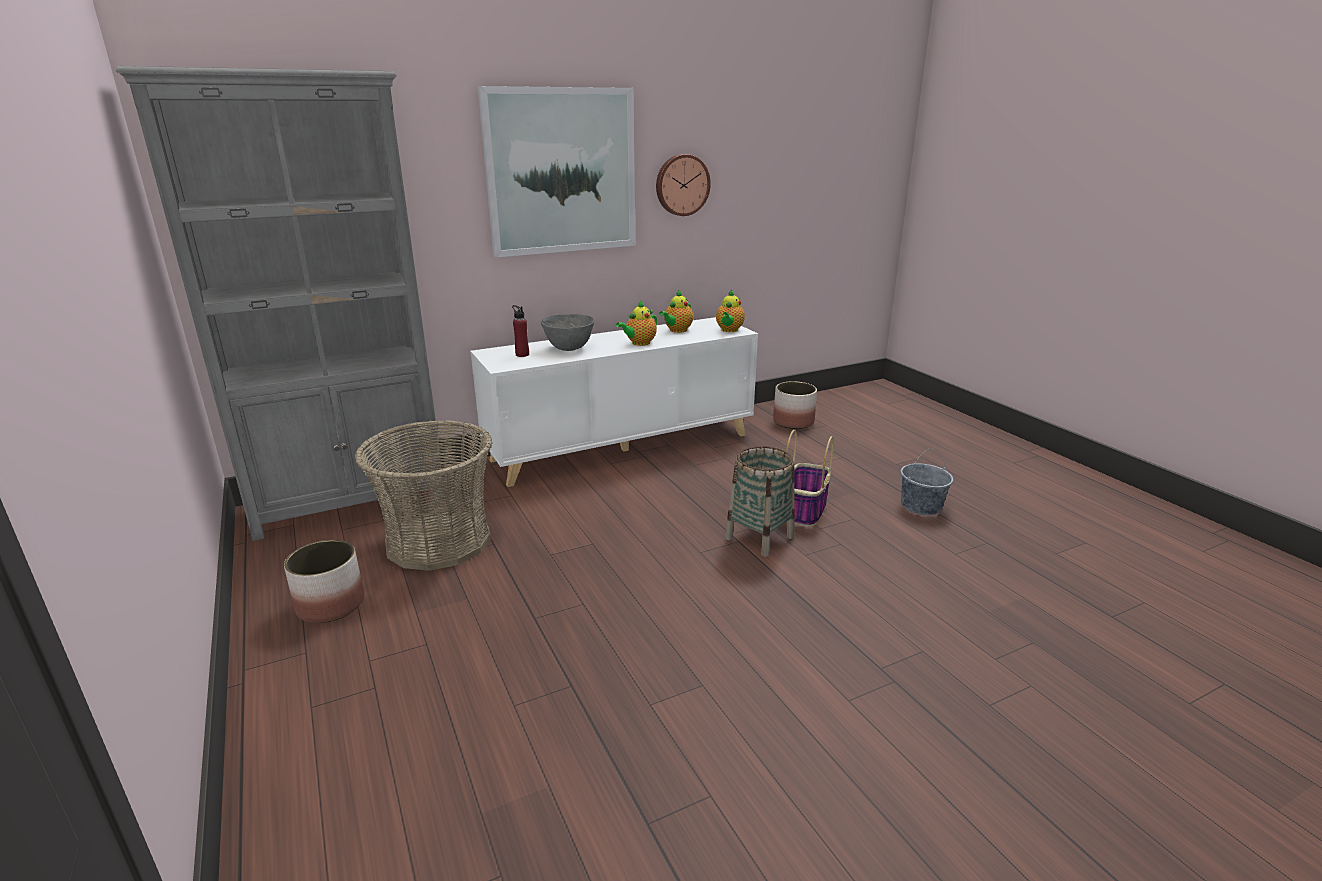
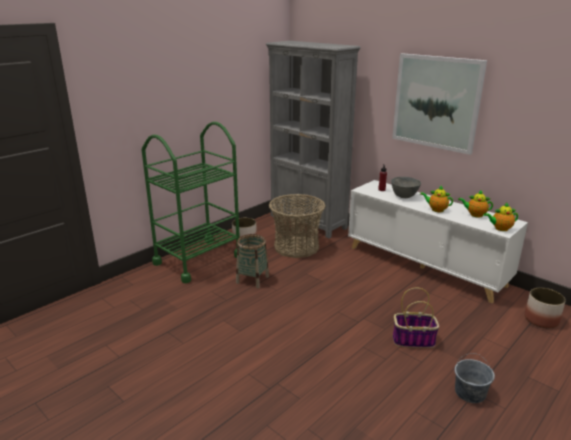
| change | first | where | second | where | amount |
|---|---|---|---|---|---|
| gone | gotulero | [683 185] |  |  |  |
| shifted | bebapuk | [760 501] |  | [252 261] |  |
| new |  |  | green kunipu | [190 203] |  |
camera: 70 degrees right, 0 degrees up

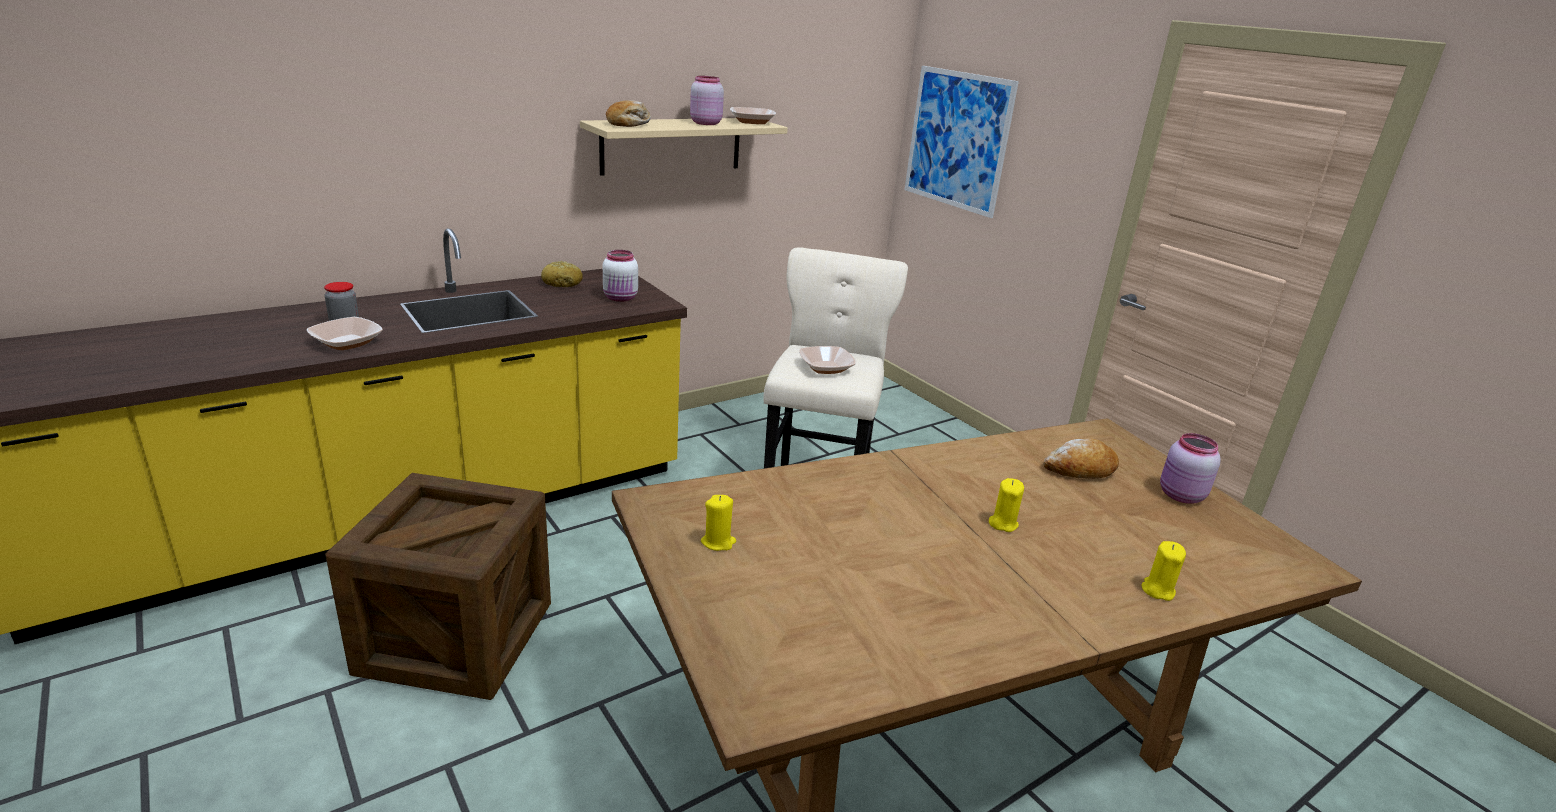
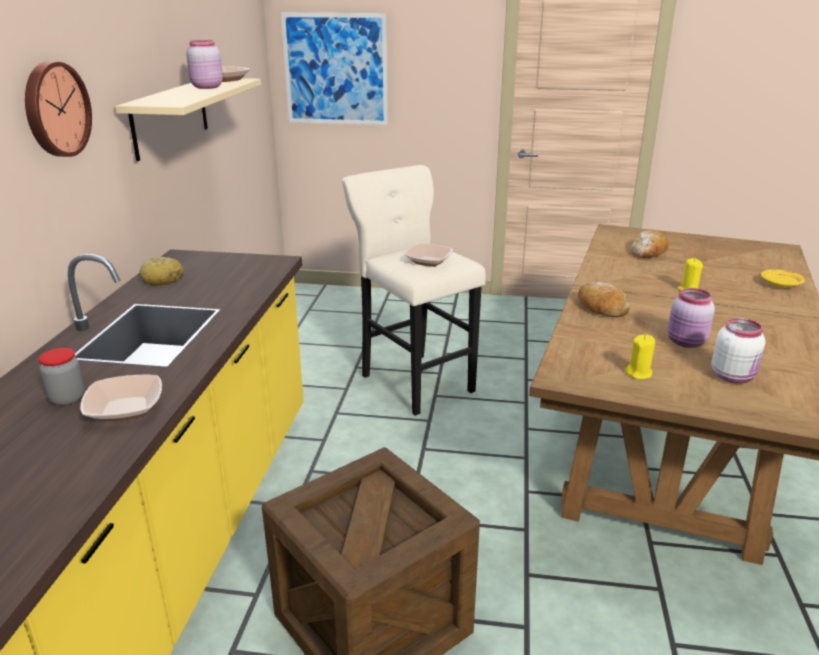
| change | first | where | second | where | amount |
|---|---|---|---|---|---|
| shifted | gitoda | [628 113] |  | [604 299] |  |
| shifted | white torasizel | [620 276] |  | [738 351] |  |
| shifted | pink torasizel | [1190 468] |  | [691 318] |  |
| swapped | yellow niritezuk | [1164 571] | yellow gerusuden | [783 278] |  |
| new |  |  | gotulero | [58 109] |  |
camera: 45 degrees left, 0 degrees up

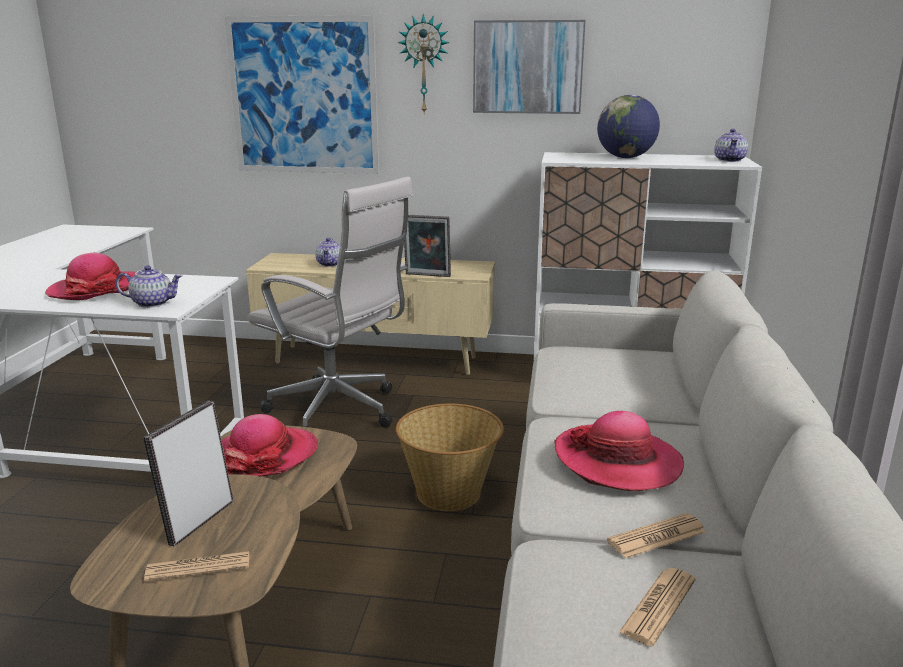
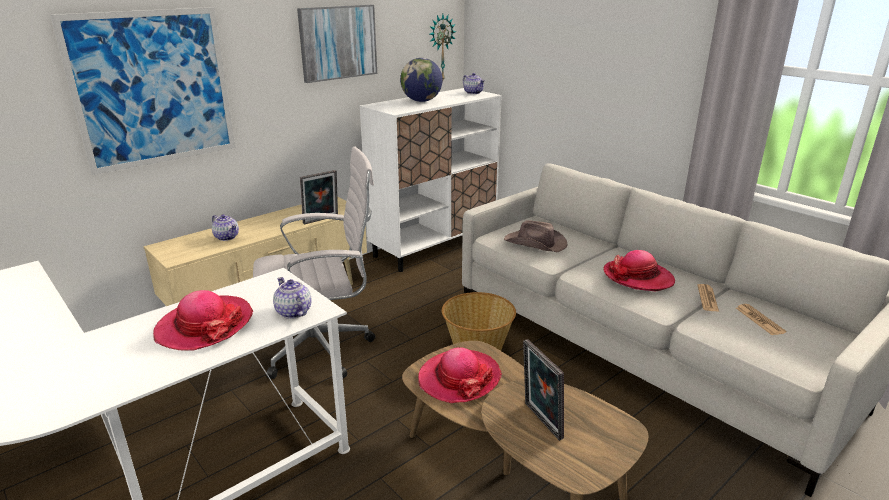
| change | first | where | second | where | amount |
|---|---|---|---|---|---|
| shifted | gotulero | [423 64] |  | [442 47] |  |
| rotated | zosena | [149 286] |  | [292 298] | 75 degrees counterclockwise |
| gone | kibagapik | [196 566] |  |  |  |
| new |  |  | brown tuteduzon | [536 236] |  |
camera: 50 degrees left, 5 degrees up

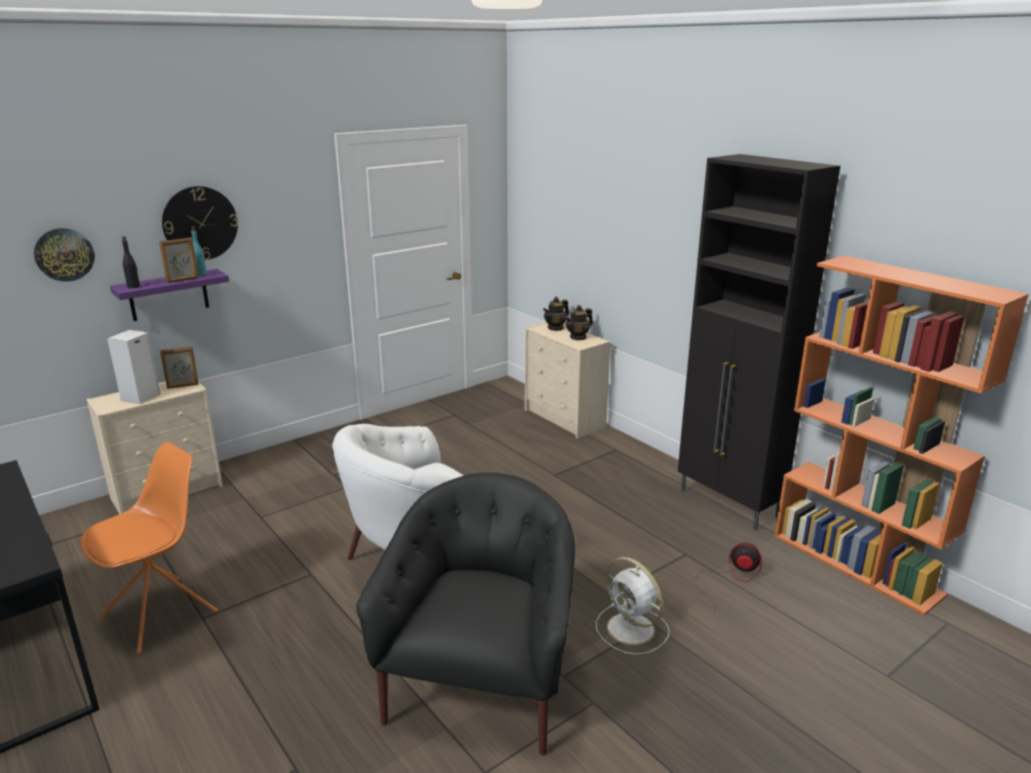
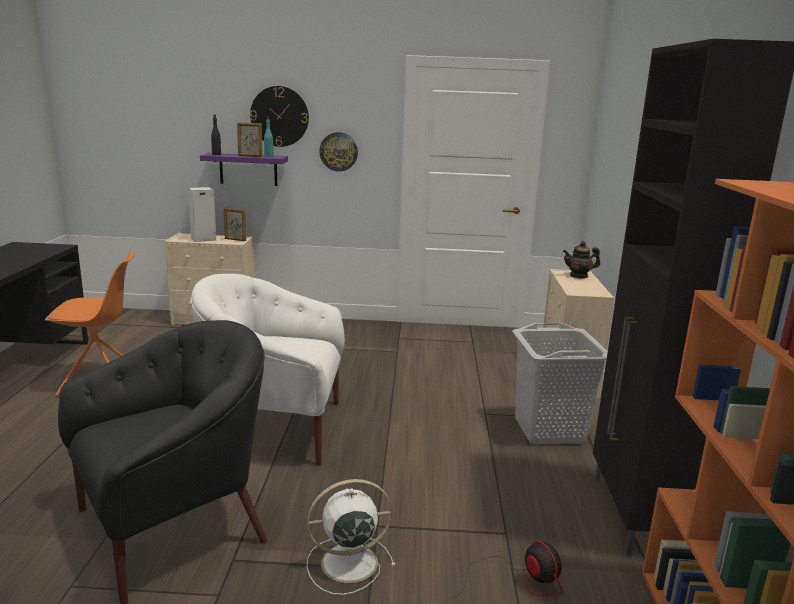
| change | first | where | second | where | amount |
|---|---|---|---|---|---|
| shifted | gotulero | [64 255] |  | [338 152] |  |
| gone | zosena | [579 322] |  |  |  |
| rotated | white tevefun | [633 606] |  | [351 537] | 75 degrees clockwise |
| new |  |  | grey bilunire | [560 383] |  |
camera: 40 degrees right, 5 degrees down

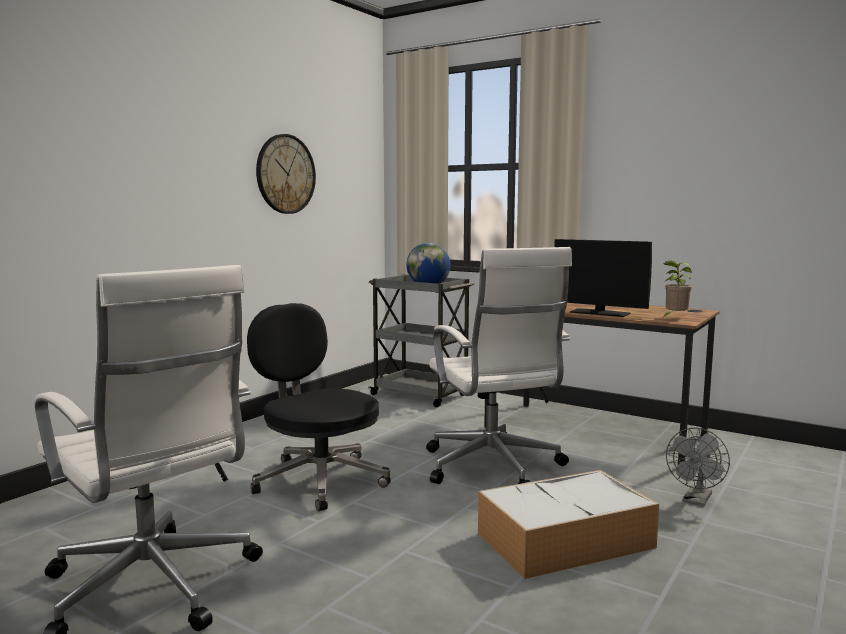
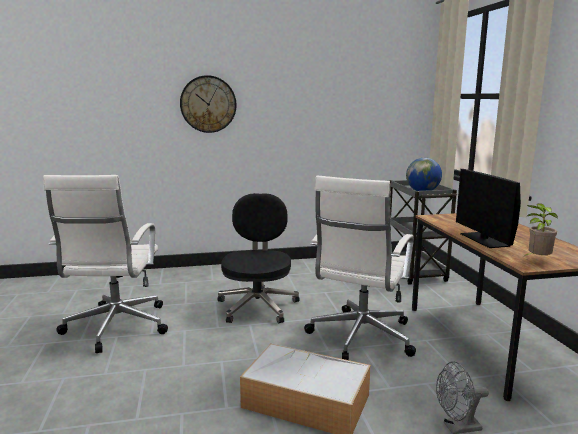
| change | first | where | second | where | amount |
|---|---|---|---|---|---|
| shifted | gotulero | [286 174] |  | [208 104] |  |
camera: 45 degrees right, 5 degrees up

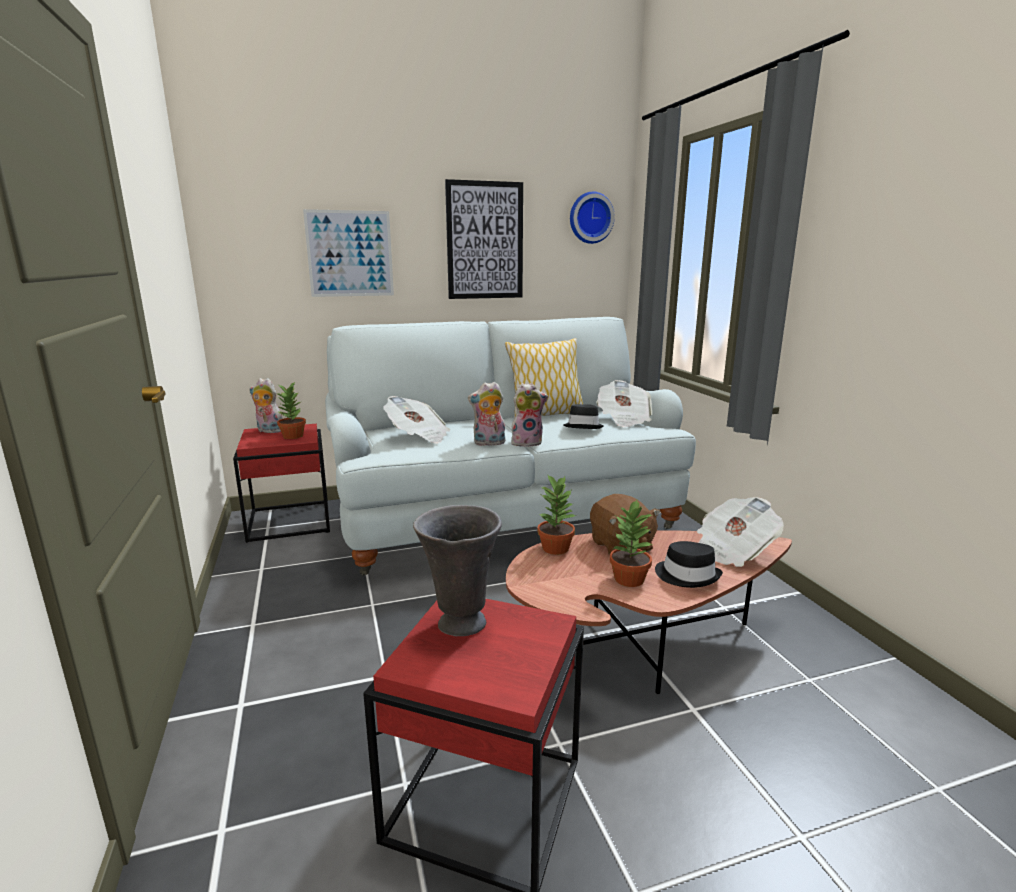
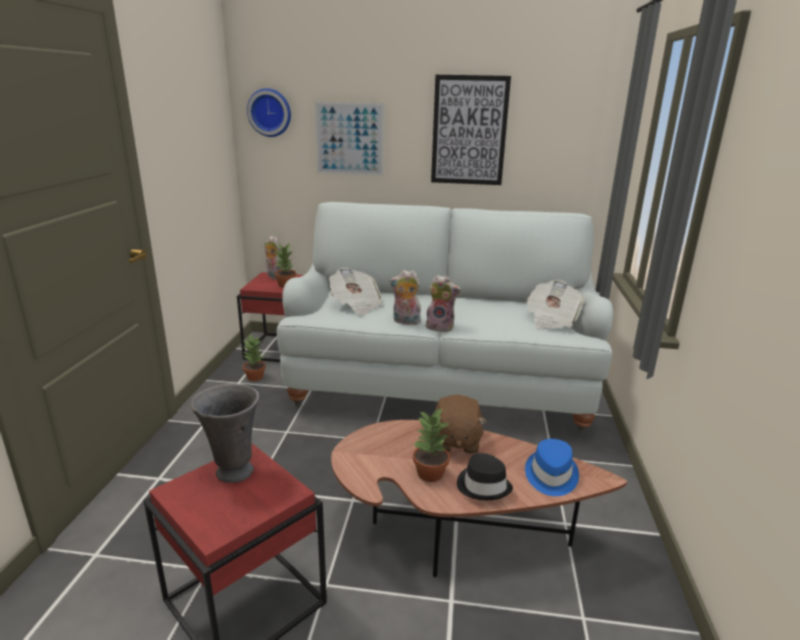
| change | first | where | second | where | amount |
|---|---|---|---|---|---|
| shifted | gotulero | [592 218] |  | [269 112] |  |
| gone | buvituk | [544 378] |  |  |  |
| gone | black tuteduzon | [583 416] |  |  |  |
| shifted | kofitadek | [557 515] |  | [254 357] |  |
| swapped | kibagapik | [740 532] | blue tuteduzon | [552 467] |  |
camera: 25 degrees right, 5 degrees up

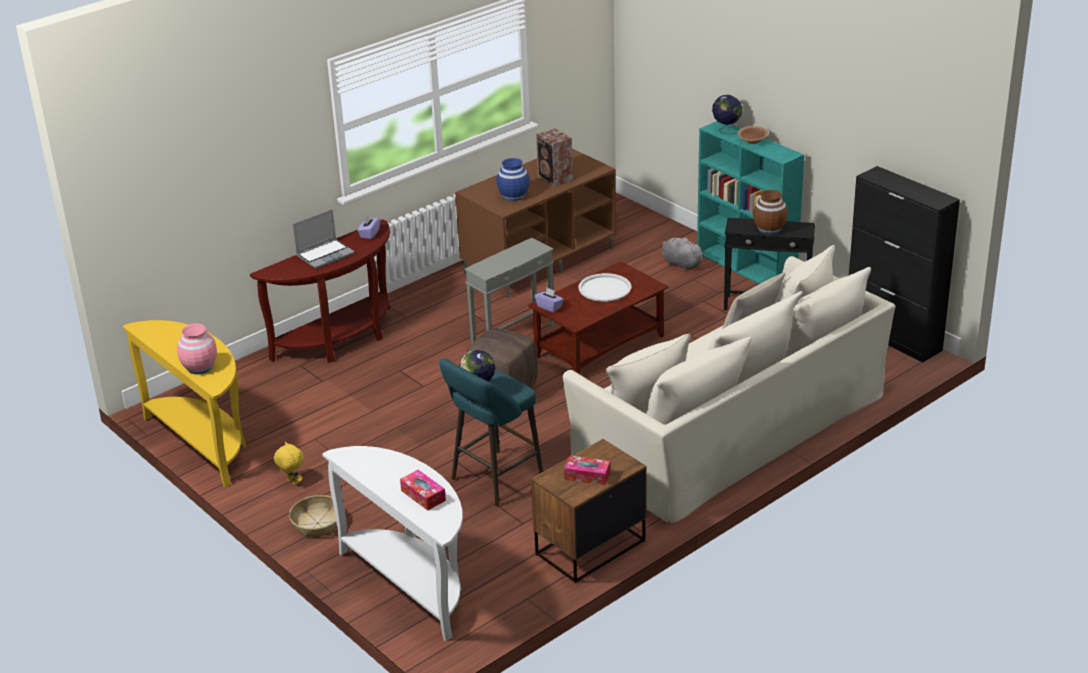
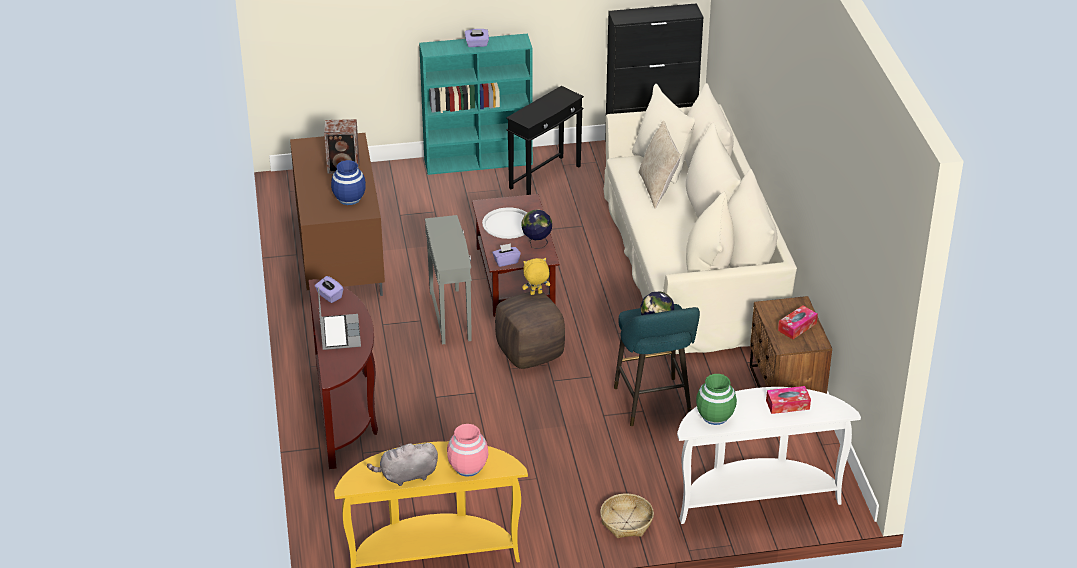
| change | first | where | second | where | amount |
|---|---|---|---|---|---|
| shifted | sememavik | [727 114] |  | [537 229] |  |
| swapped | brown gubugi | [752 135] | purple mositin | [477 38] |  |
| gone | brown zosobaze | [770 212] |  |  |  |
| shifted | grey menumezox | [683 254] |  | [402 464] |  |
| shifted | yellow menumezox | [289 463] |  | [536 276] |  |
| new |  |  | green zosobaze | [716 399] |  |
camera: 60 degrees left, 5 degrees up

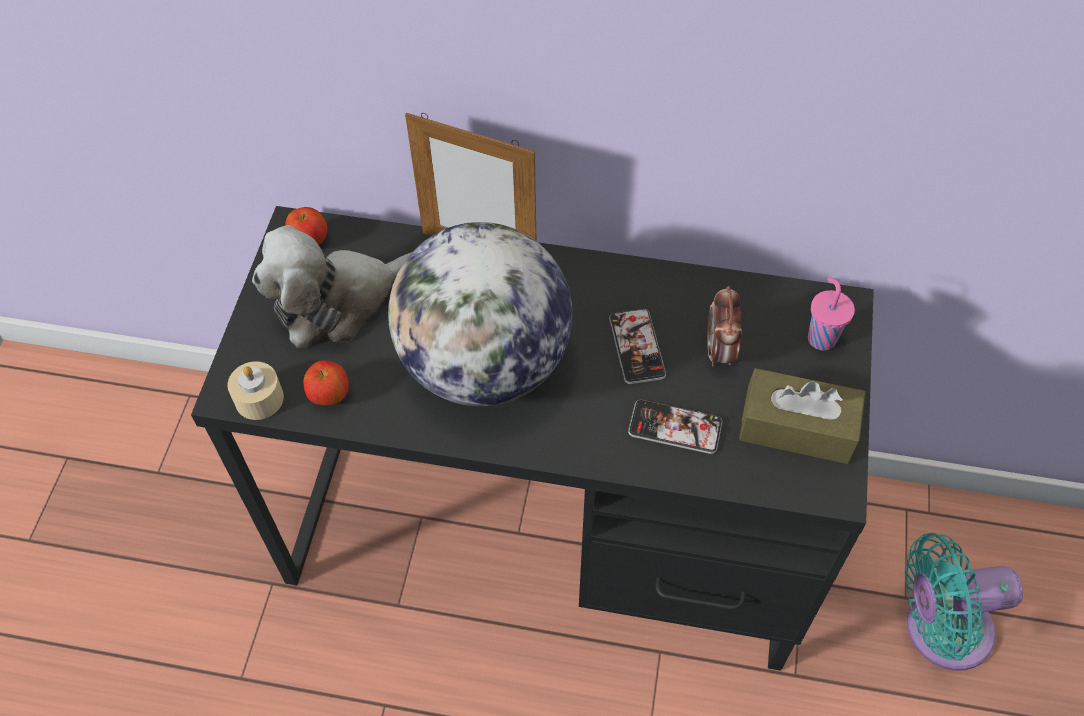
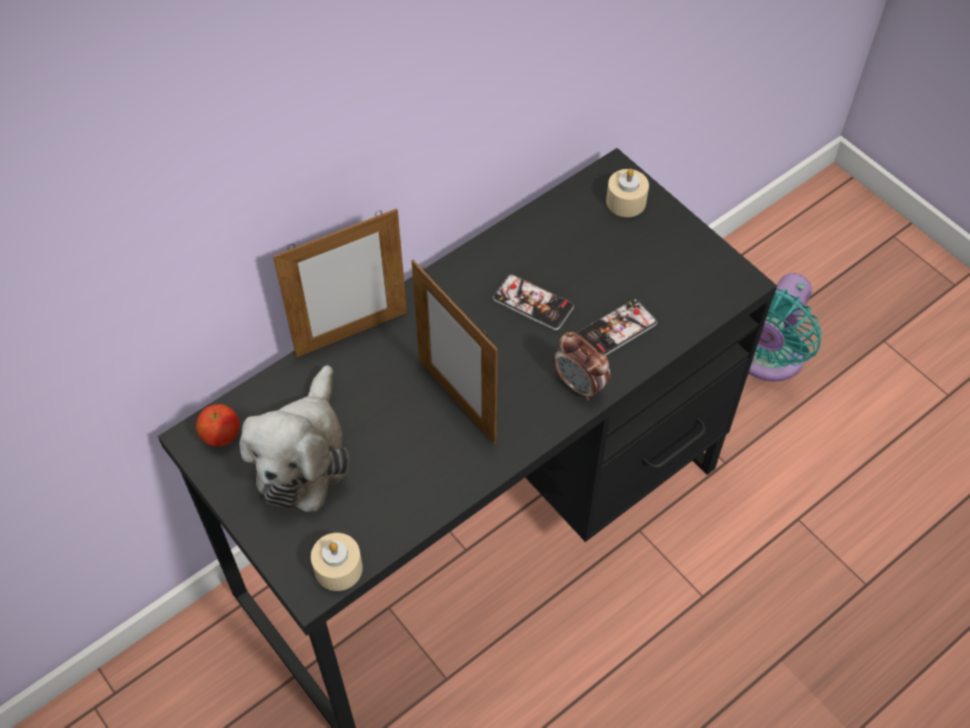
| change | first | where | second | where | amount |
|---|---|---|---|---|---|
| swapped | sememavik | [480 314] | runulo | [455 352] |  |
| swapped | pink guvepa | [831 314] | beige niritezuk | [627 193] |  |
| shifted | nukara | [724 326] |  | [582 366] |  |
| gone | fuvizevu | [326 382] |  |  |  |
| gone | brown mositin | [802 416] |  |  |  |
camera: 50 degrees left, 0 degrees up

